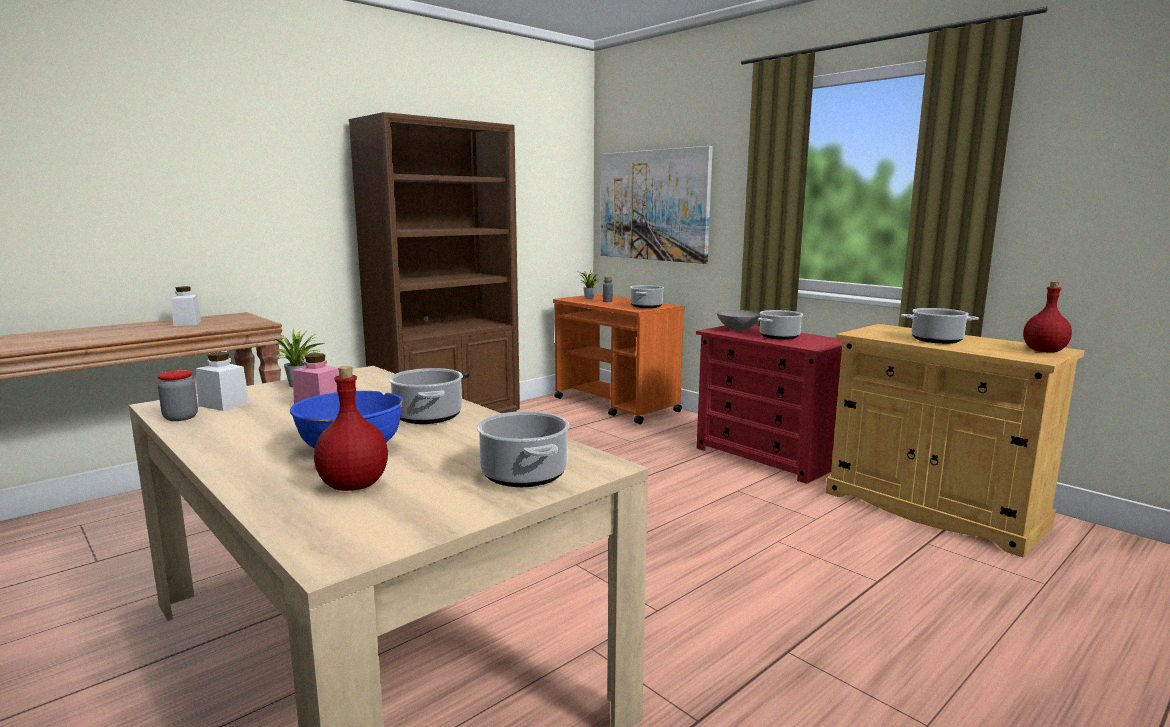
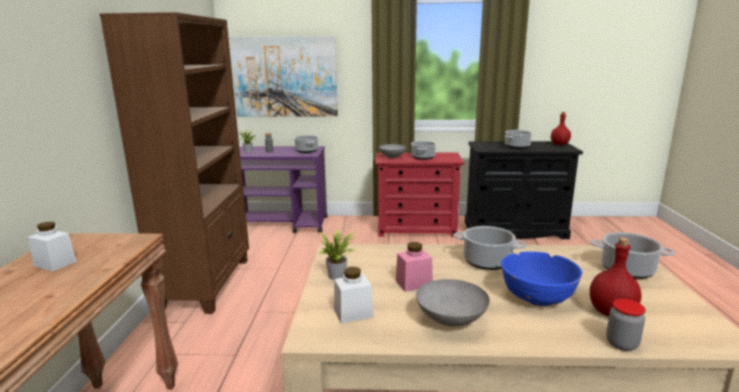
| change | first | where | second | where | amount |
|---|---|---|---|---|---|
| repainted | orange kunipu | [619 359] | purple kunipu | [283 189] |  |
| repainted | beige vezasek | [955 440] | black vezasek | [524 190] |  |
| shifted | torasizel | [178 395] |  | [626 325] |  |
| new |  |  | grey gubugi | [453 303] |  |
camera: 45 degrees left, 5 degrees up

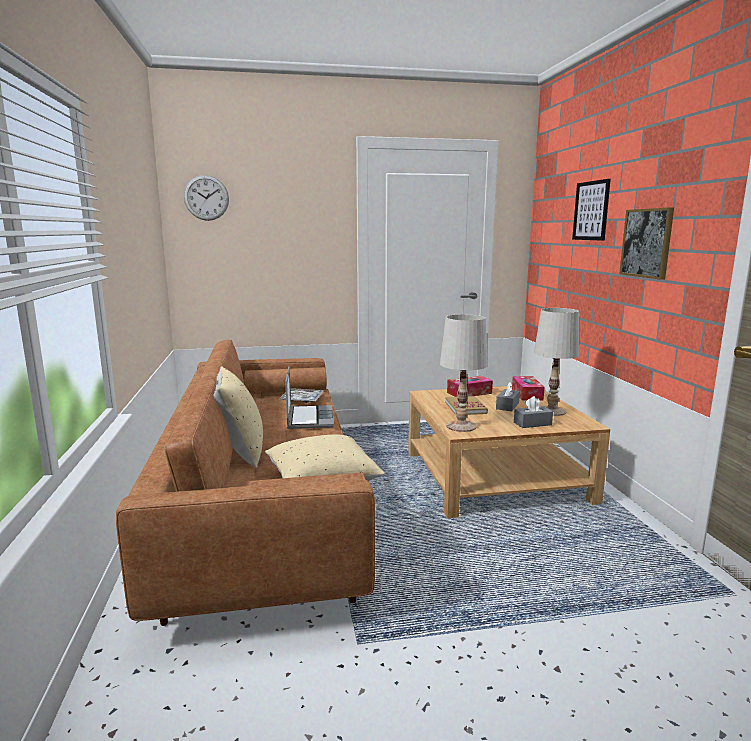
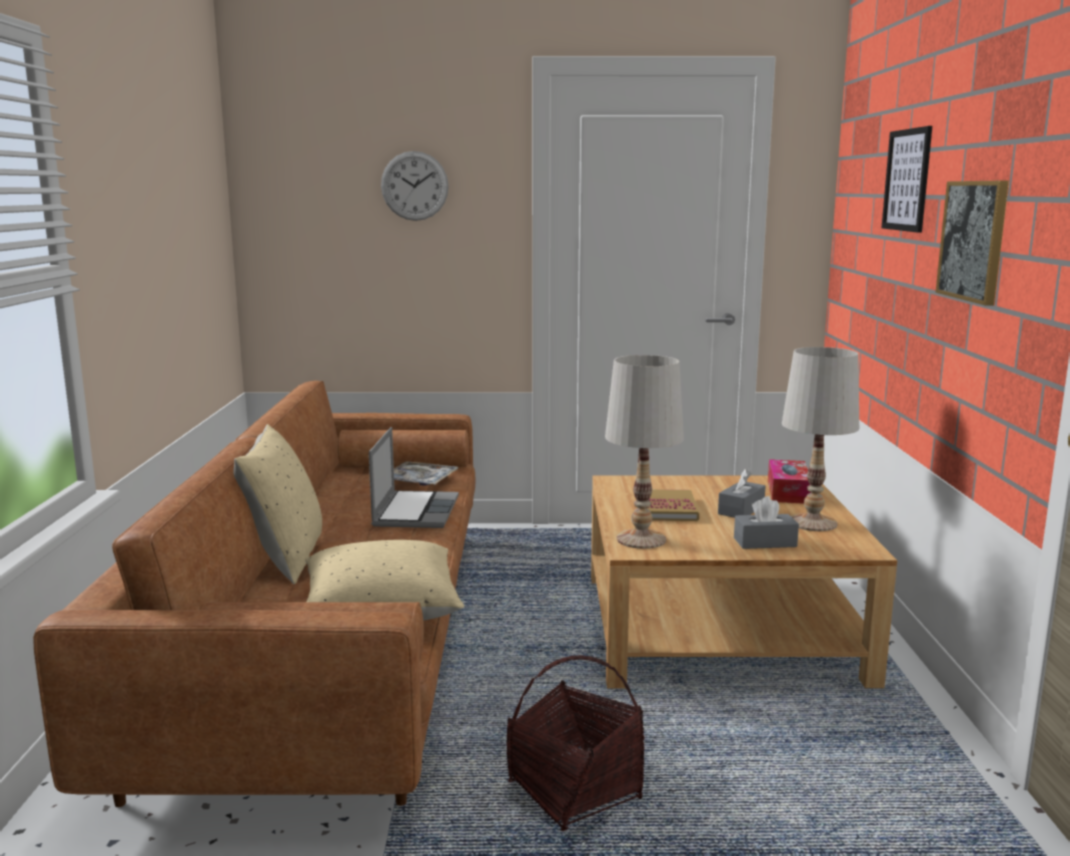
| change | first | where | second | where | amount |
|---|---|---|---|---|---|
| shifted | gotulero | [206 198] |  | [415 186] |  |
| gone | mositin | [470 386] |  |  |  |
| new |  |  | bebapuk | [575 743] |  |
camera: 10 degrees right, 0 degrees up

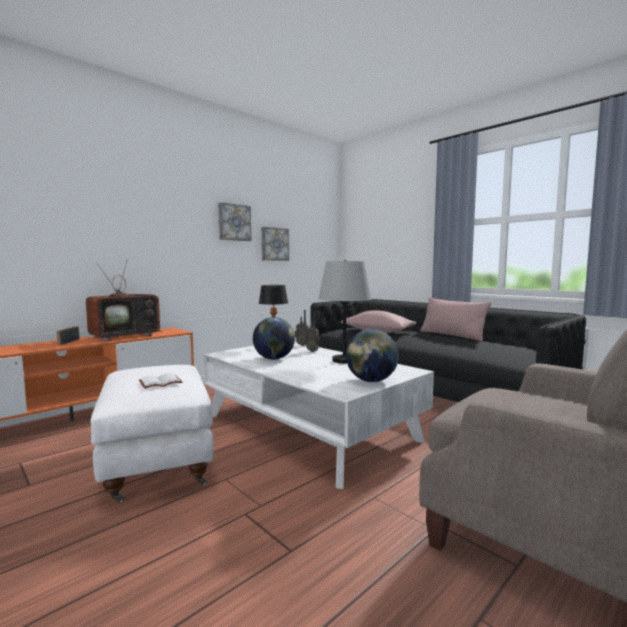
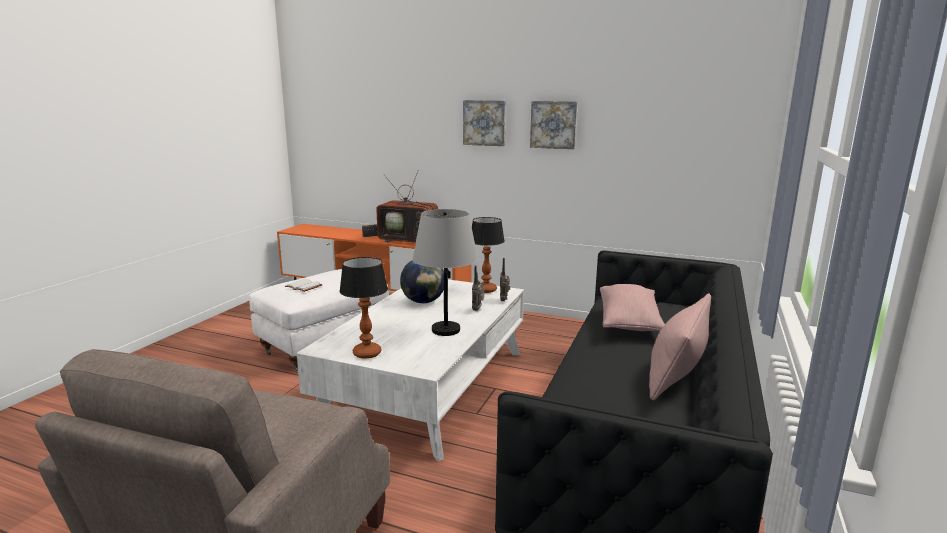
| change | first | where | second | where | amount |
|---|---|---|---|---|---|
| shifted | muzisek | [275 244] |  | [484 123] |  |
| swapped | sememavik | [372 355] | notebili | [363 308] |  |
camera: 65 degrees right, 10 degrees up

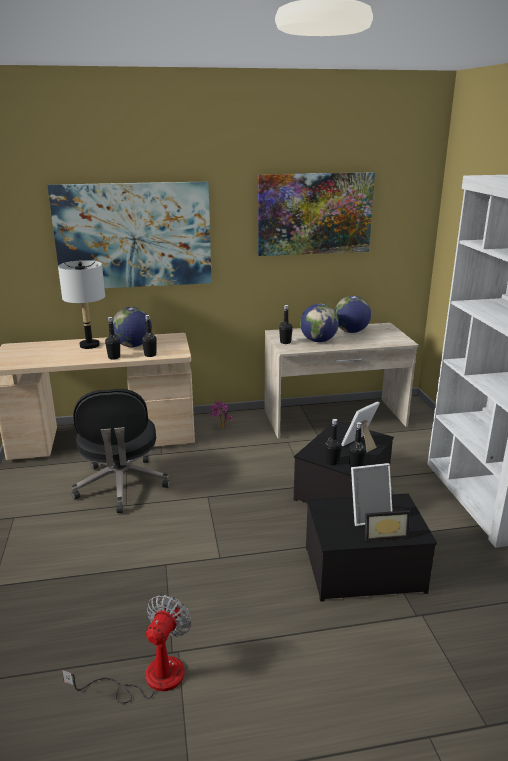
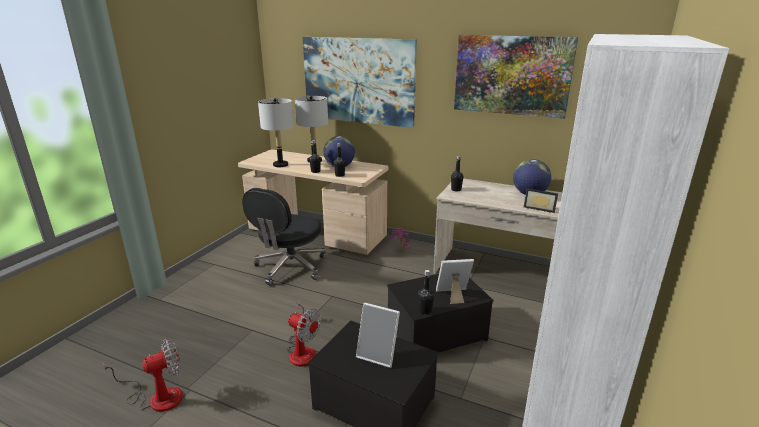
| change | first | where | second | where | amount |
|---|---|---|---|---|---|
| gone | sememavik | [319 323] |  |  |  |
| gone | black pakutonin | [333 442] |  |  |  |
| shifted | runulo | [387 525] |  | [541 200] |  |
| new |  |  | grey notebili | [276 132] |  |
| new |  |  | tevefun | [304 332] |  |
camera: 35 degrees right, 0 degrees up

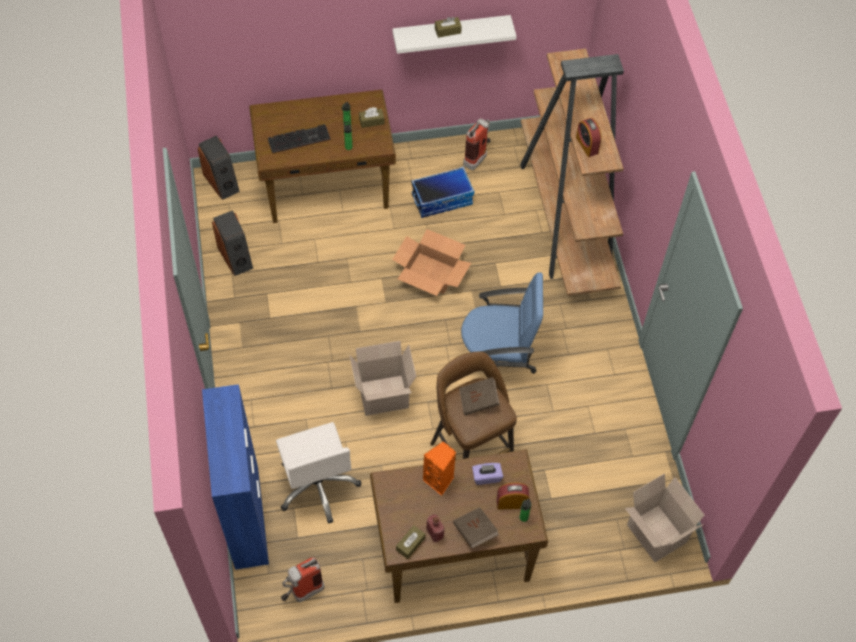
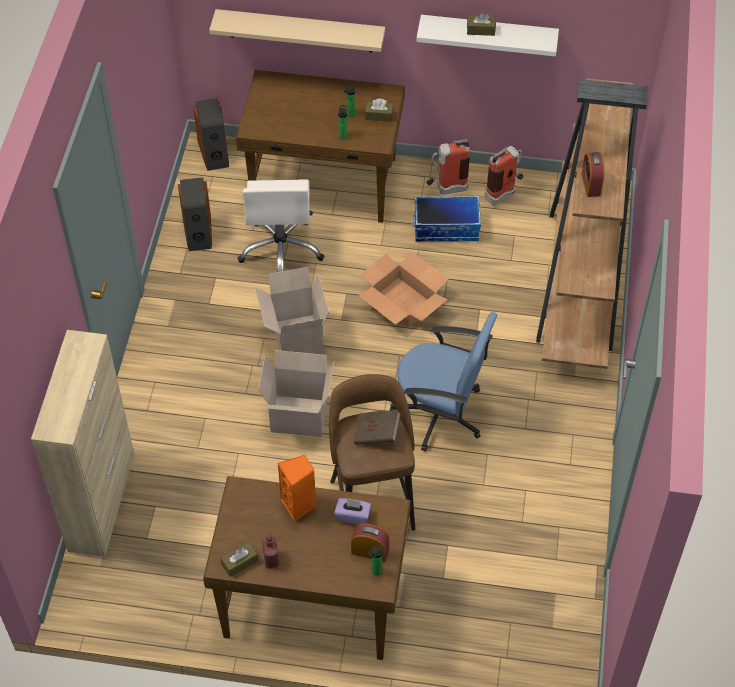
| change | first | where | second | where | amount |
|---|---|---|---|---|---|
| gone | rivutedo | [299 138] |  |  |  |
| repainted | blue vezasek | [235 477] | beige vezasek | [82 443] |  |
| shifted | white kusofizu | [318 473] |  | [281 225] |  |
| shifted | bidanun | [665 517] |  | [292 310] |  |
| gone | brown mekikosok | [476 527] |  |  |  |
| shifted | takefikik | [302 579] |  | [448 166] |  |
| new |  |  | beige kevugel | [297 30] |  |
camera: 20 degrees right, 5 degrees down

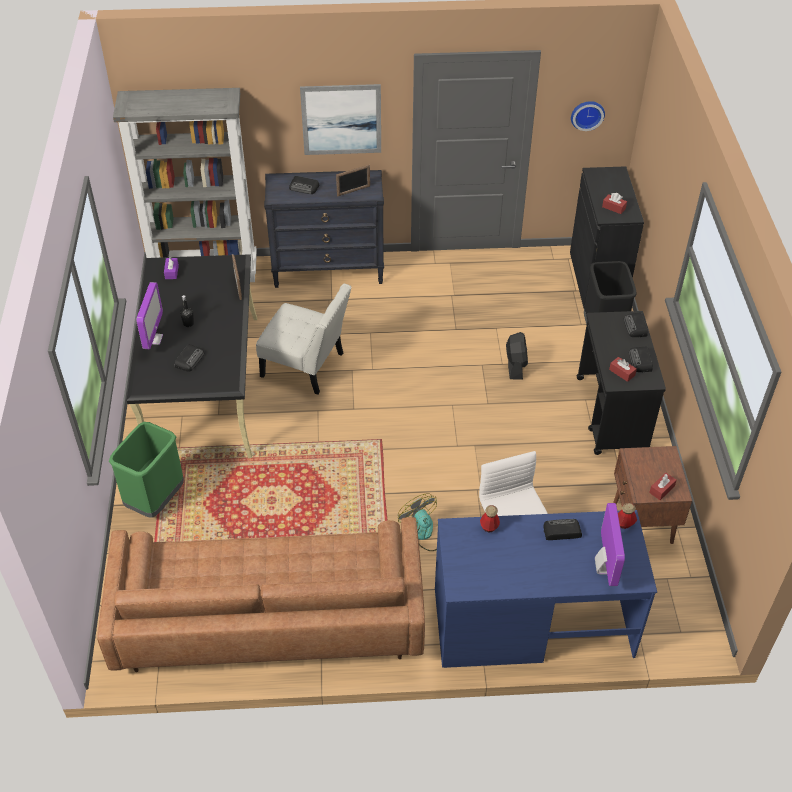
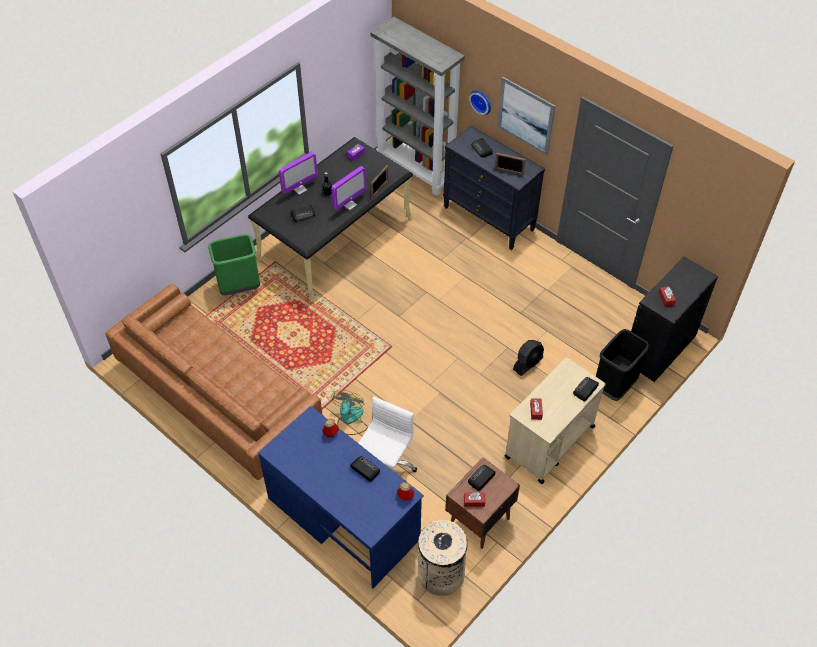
| change | first | where | second | where | amount |
|---|---|---|---|---|---|
| shifted | gotulero | [588 116] |  | [480 102] |  |
| gone | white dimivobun | [304 339] |  |  |  |
| repainted | black kunipu | [621 383] | beige kunipu | [555 420] |  |
| shifted | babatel | [641 359] |  | [482 478] |  |
| shifted | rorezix | [610 544] |  | [348 188] |  |
| new |  |  | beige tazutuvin | [443 558] |  |
camera: 45 degrees right, 5 degrees up

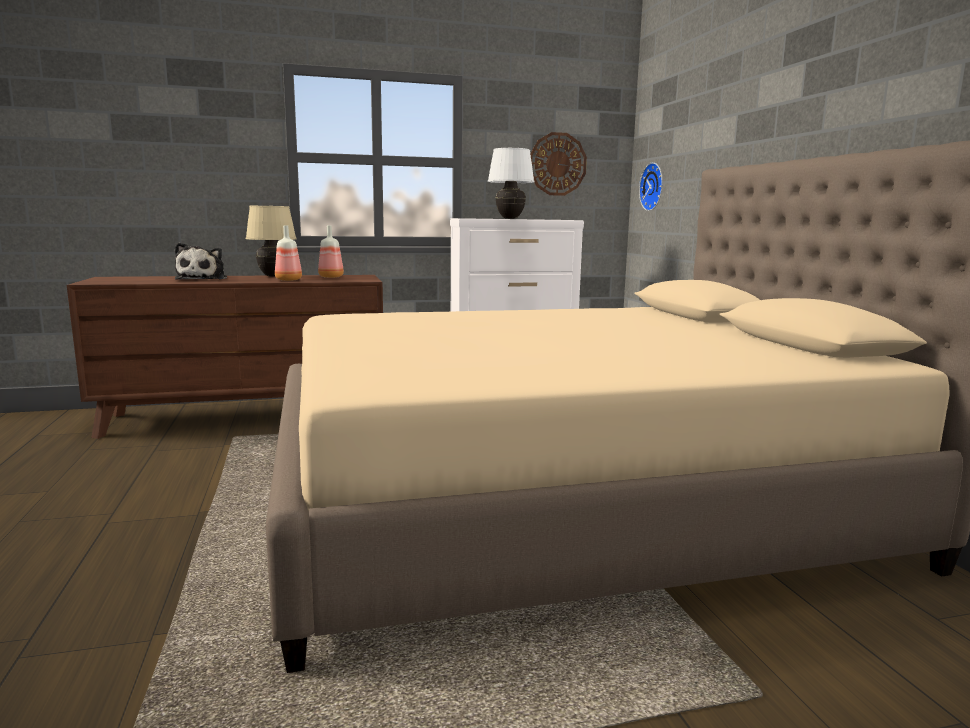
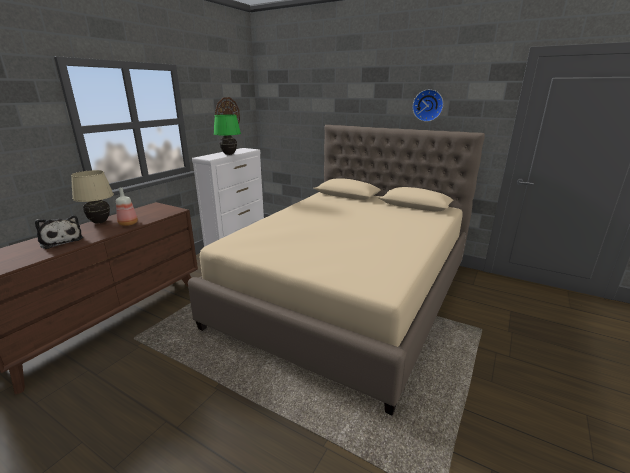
| change | first | where | second | where | amount |
|---|---|---|---|---|---|
| repainted | white notebili | [511 183] | green notebili | [227 134] |  |
| shifted | gotulero | [651 186] |  | [428 105] |  |
| gone | pakutonin | [331 251] |  |  |  |
camera: 45 degrees left, 10 degrees up

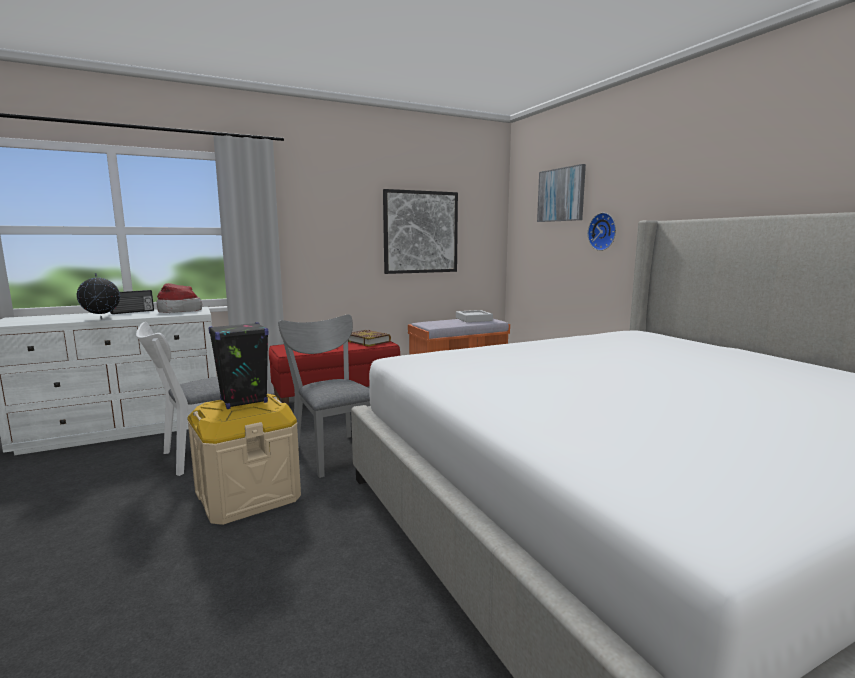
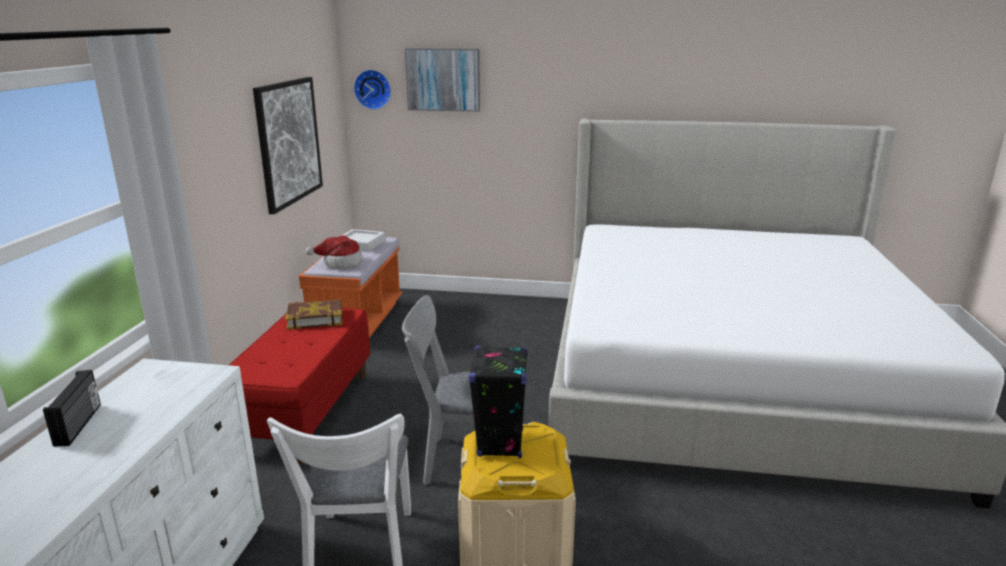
| change | first | where | second | where | amount |
|---|---|---|---|---|---|
| shifted | gotulero | [602 232] |  | [372 89] |  |
| gone | sememavik | [98 296] |  |  |  |
| shifted | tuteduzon | [179 298] |  | [333 252] |  |
camera: 55 degrees left, 10 degrees up

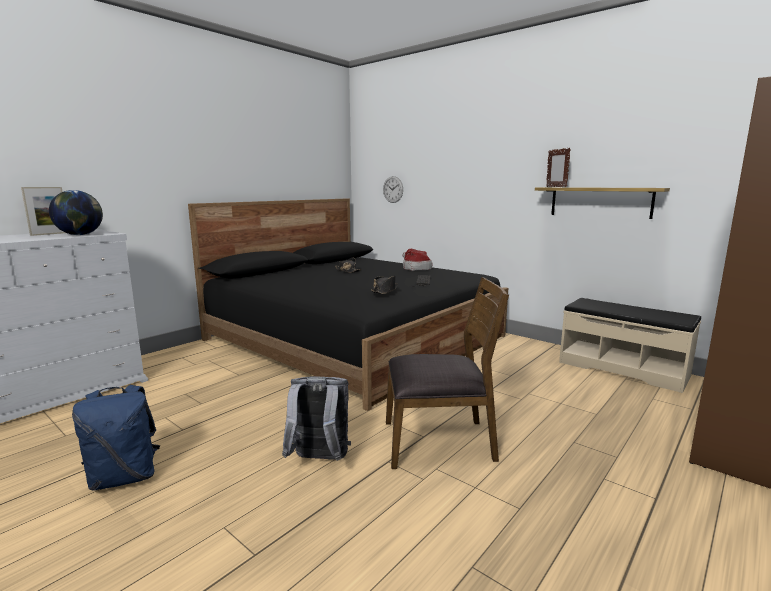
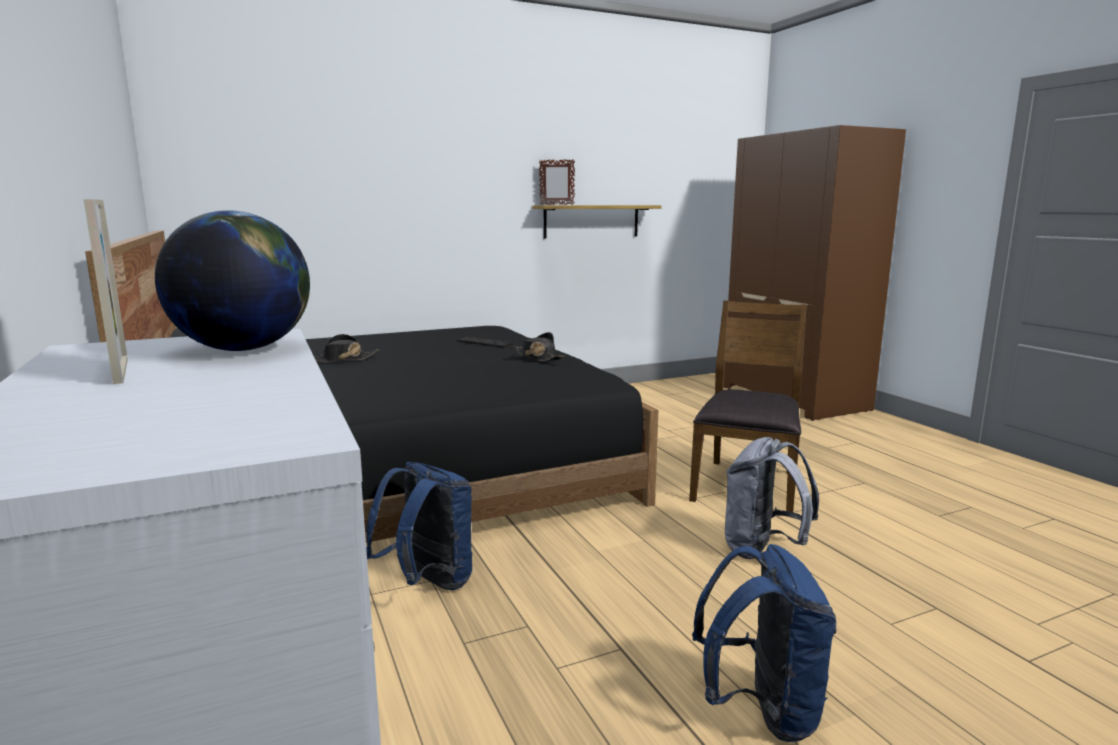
| change | first | where | second | where | amount |
|---|---|---|---|---|---|
| gone | gotulero | [393 189] |  |  |  |
| gone | tuteduzon | [417 260] |  |  |  |
| gone | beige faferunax | [630 345] |  |  |  |
| new |  |  | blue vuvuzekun | [419 526] |  |
camera: 65 degrees left, 0 degrees up

